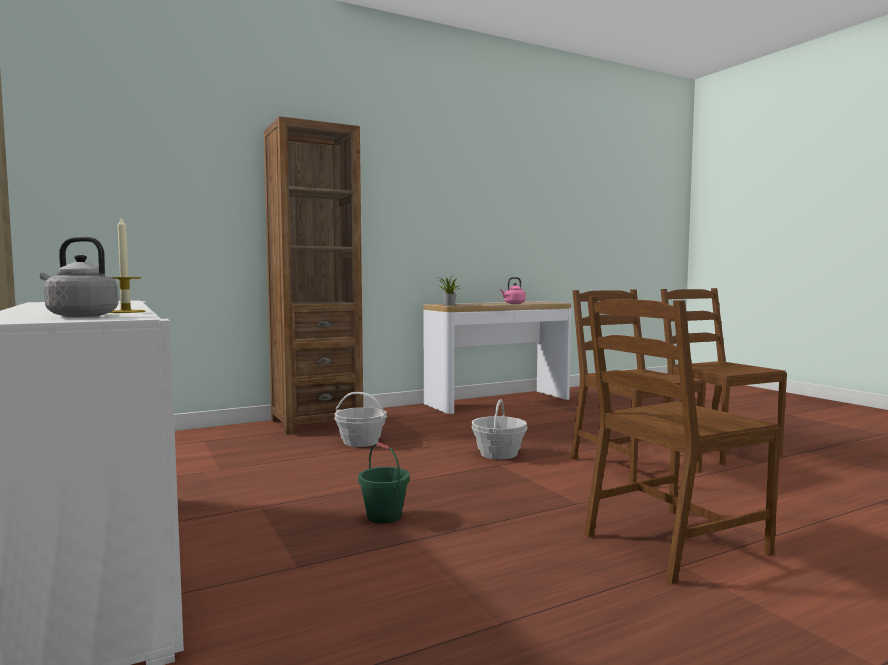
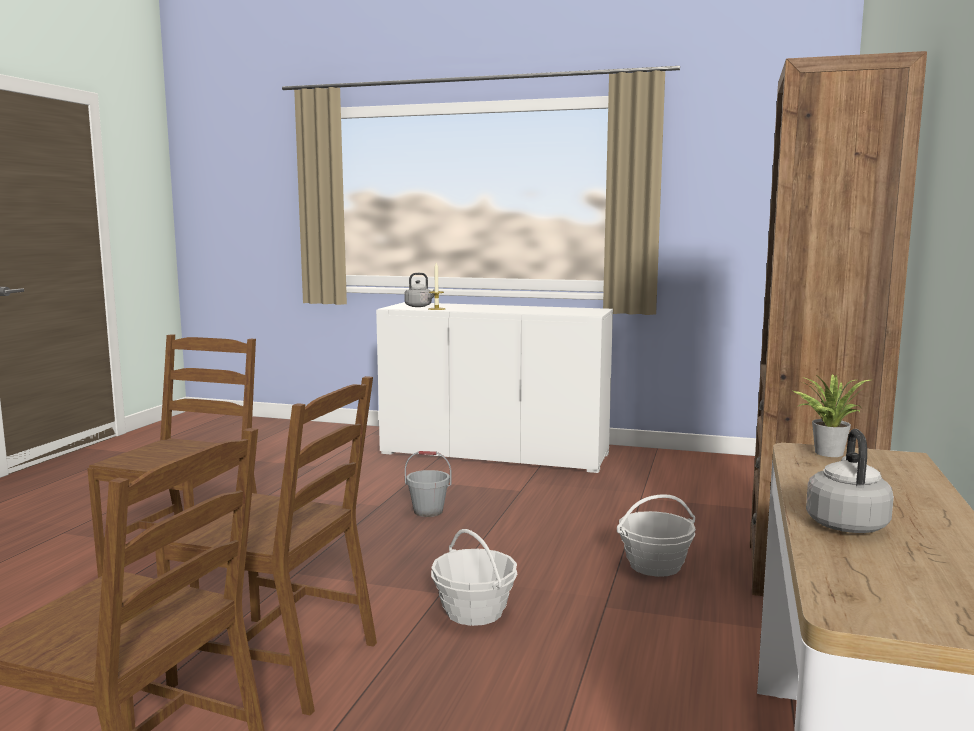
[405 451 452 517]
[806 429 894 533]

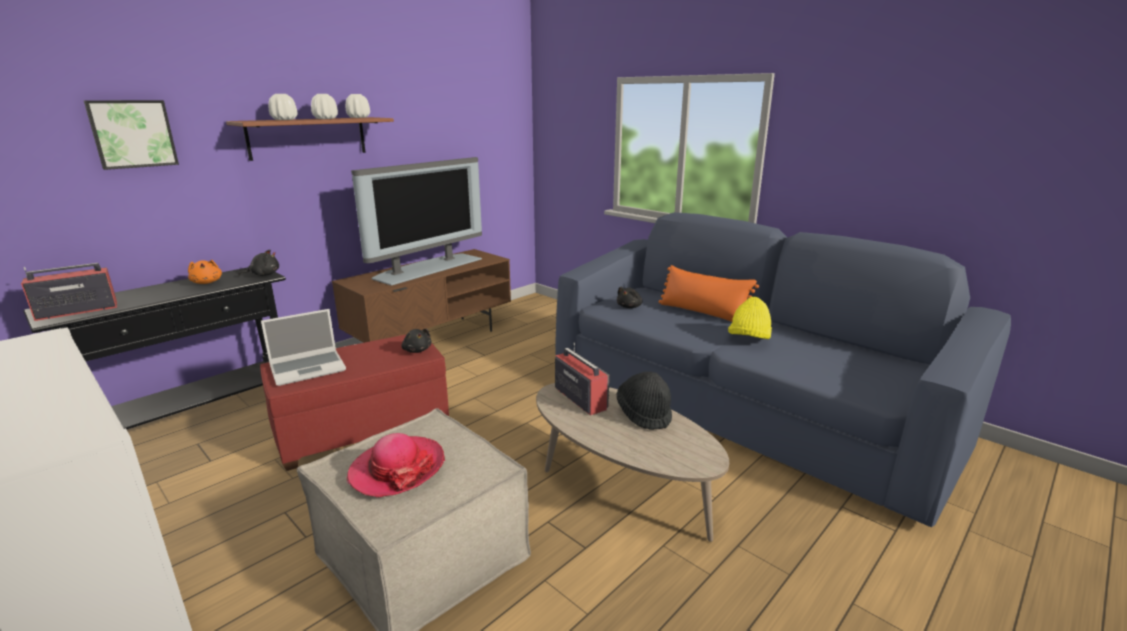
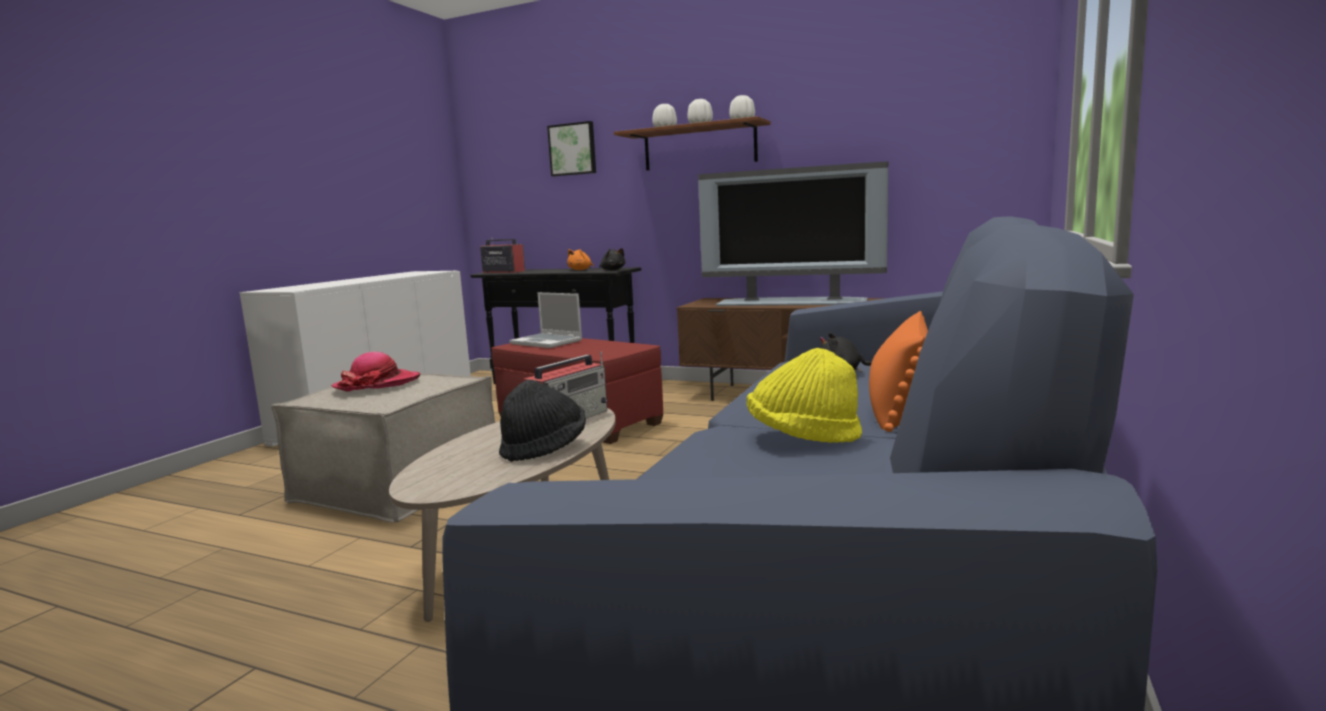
[401 329 432 353] (first image)

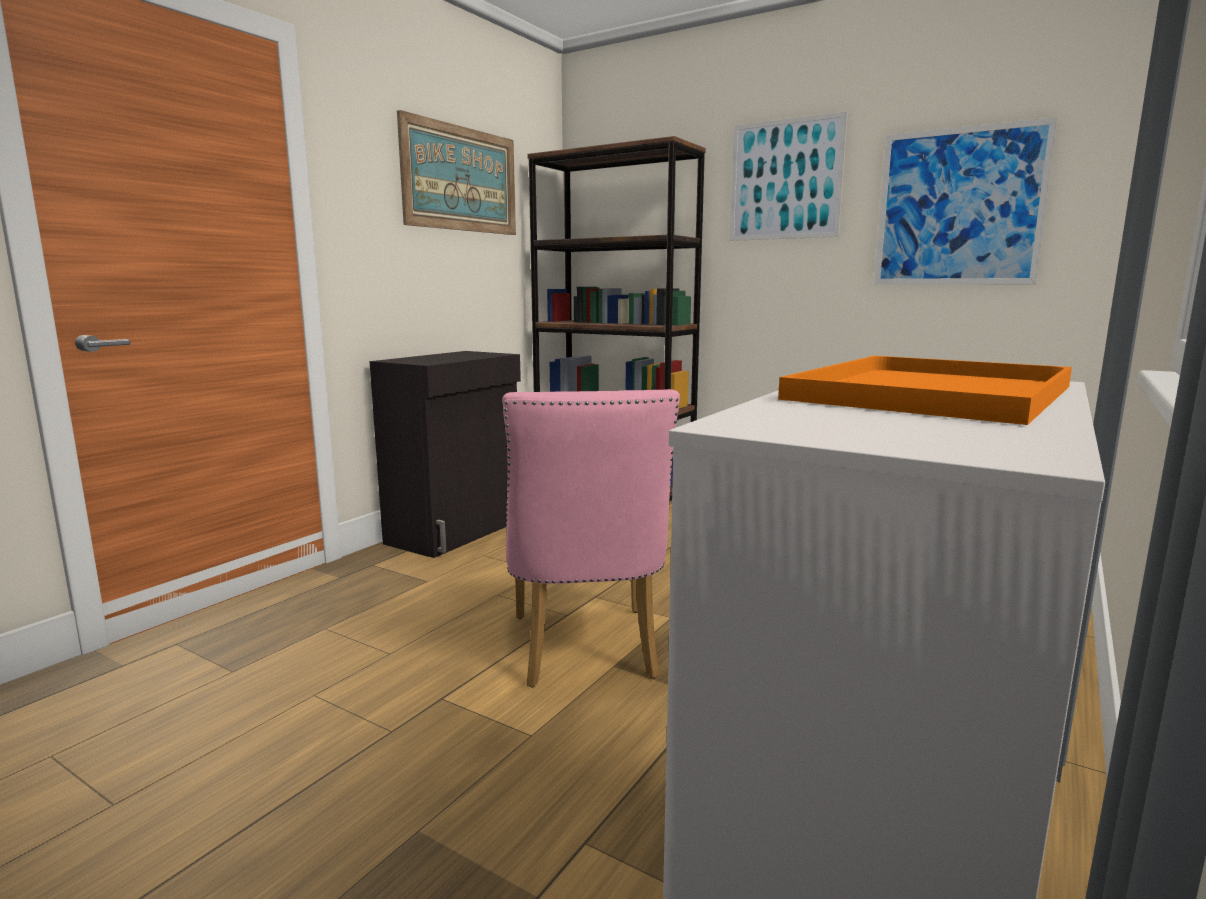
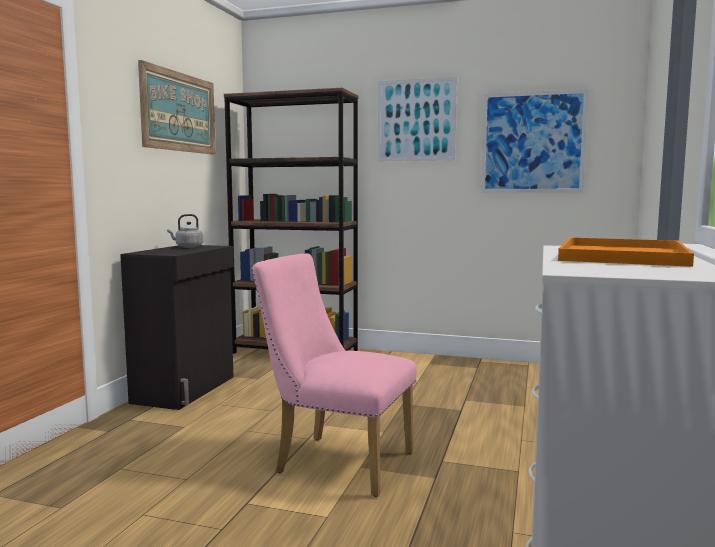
[252 254 417 497]
[167 214 203 248]

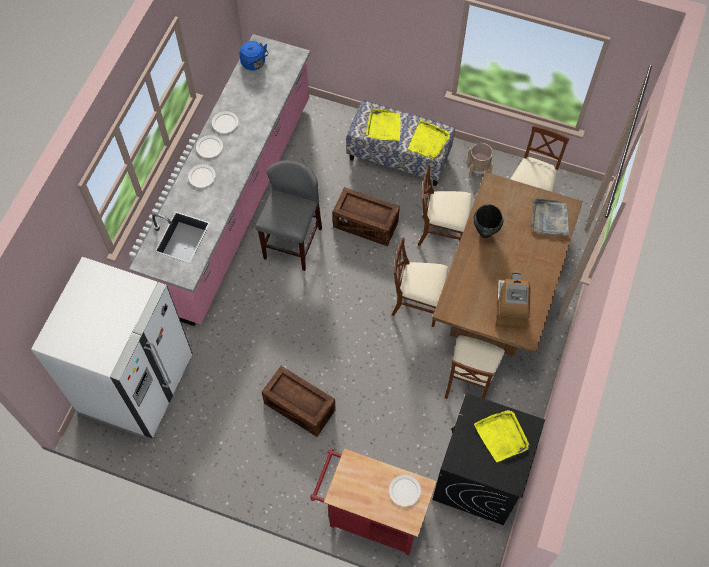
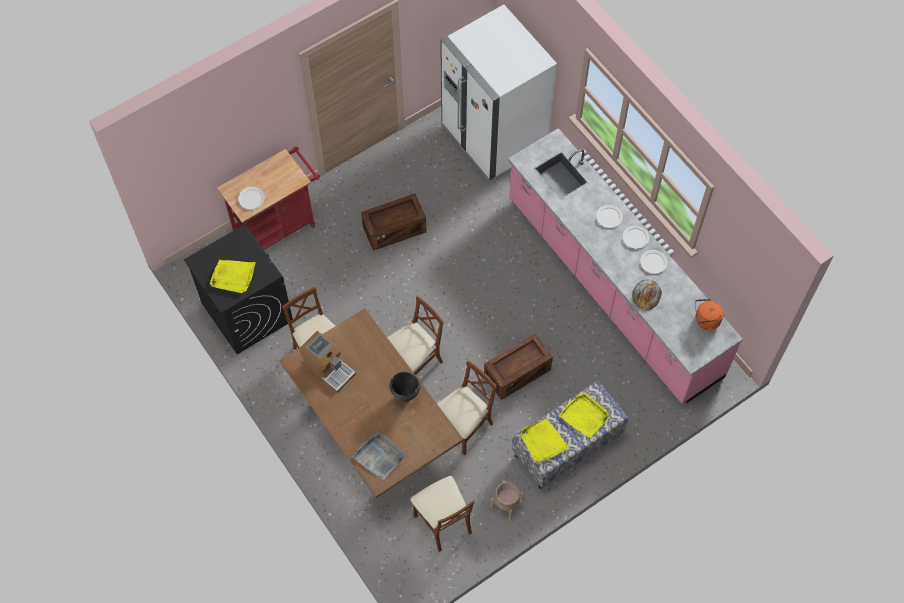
[695 299 724 332]
[255 160 322 271] (first image)
[632 279 662 310]

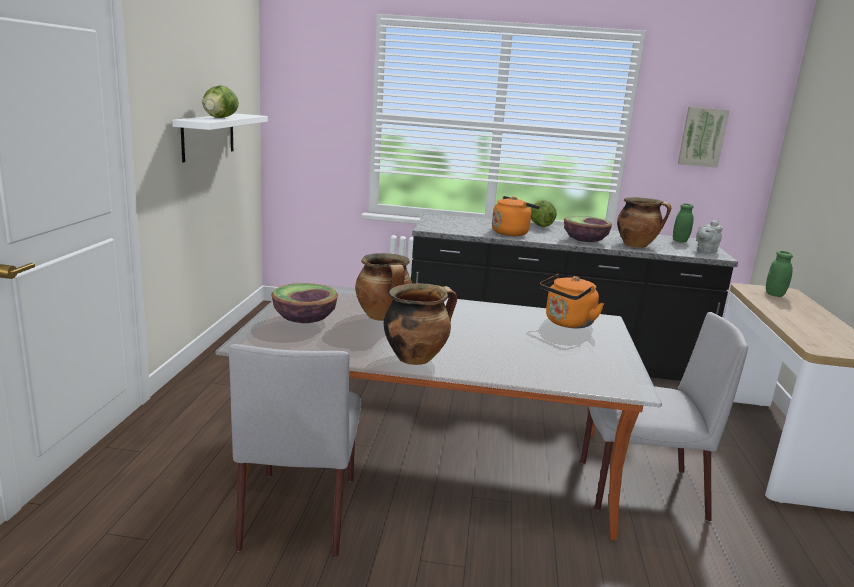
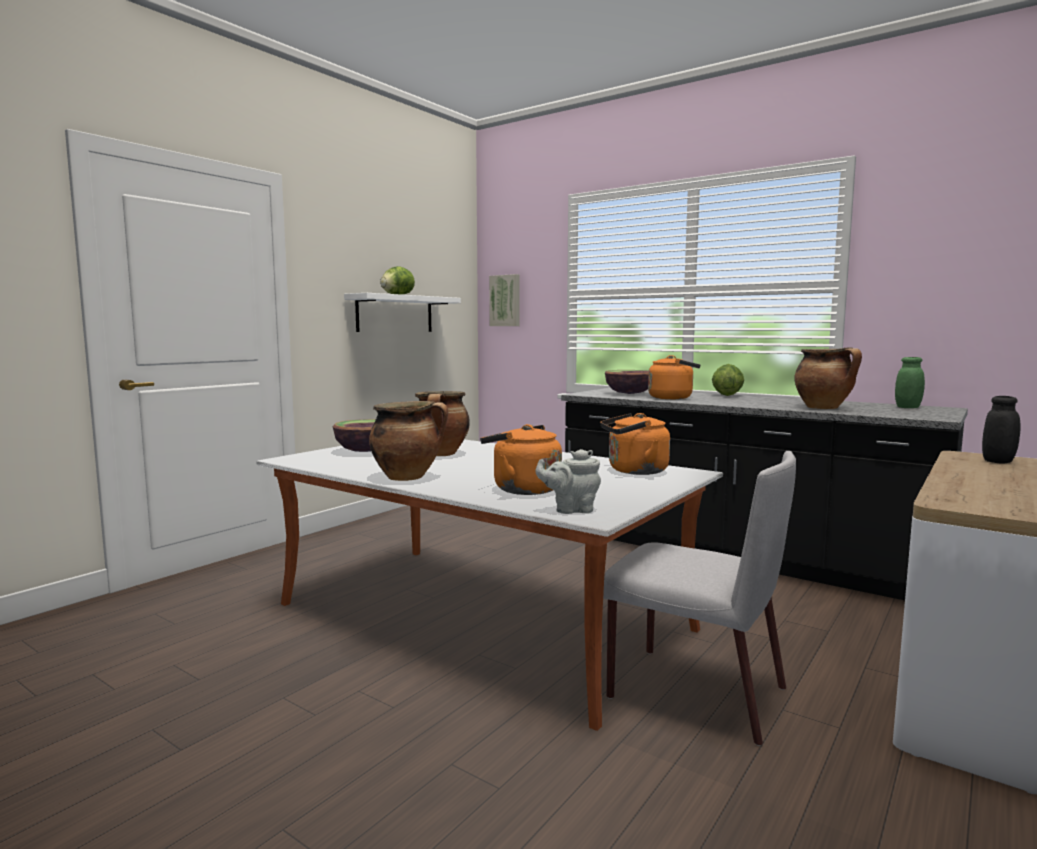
[229 344 361 557] (first image)
[605 370 649 394]
[489 274 520 326]
[535 449 601 514]
[982 396 1021 464]
[480 424 562 495]

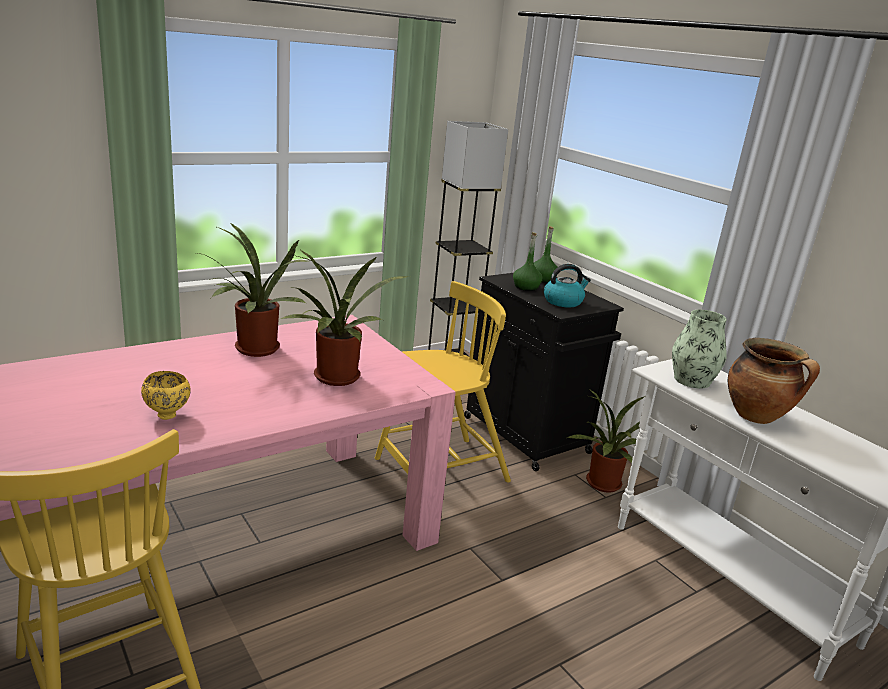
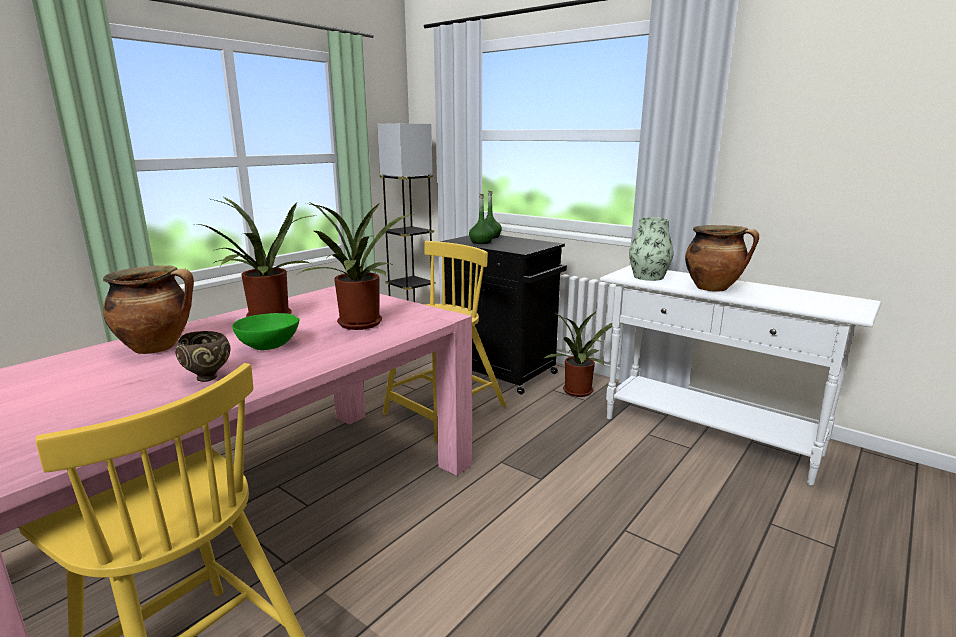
[175 331 231 382]
[544 264 591 307] (first image)
[103 265 194 354]
[232 313 299 350]

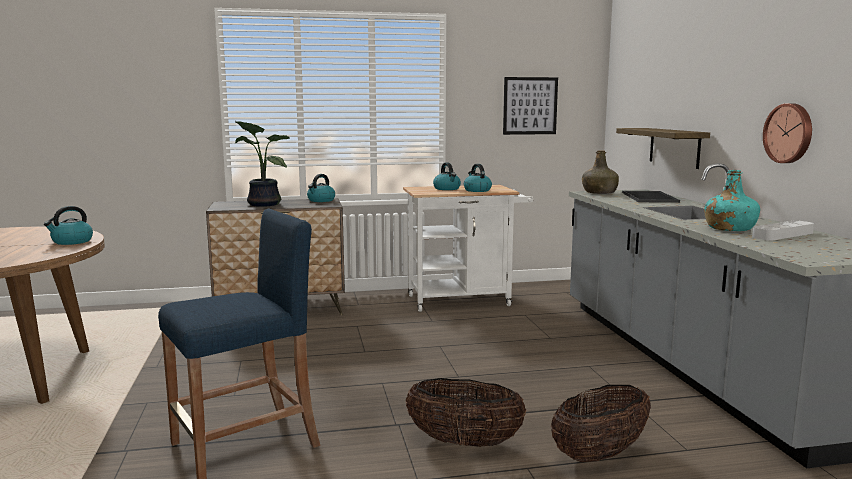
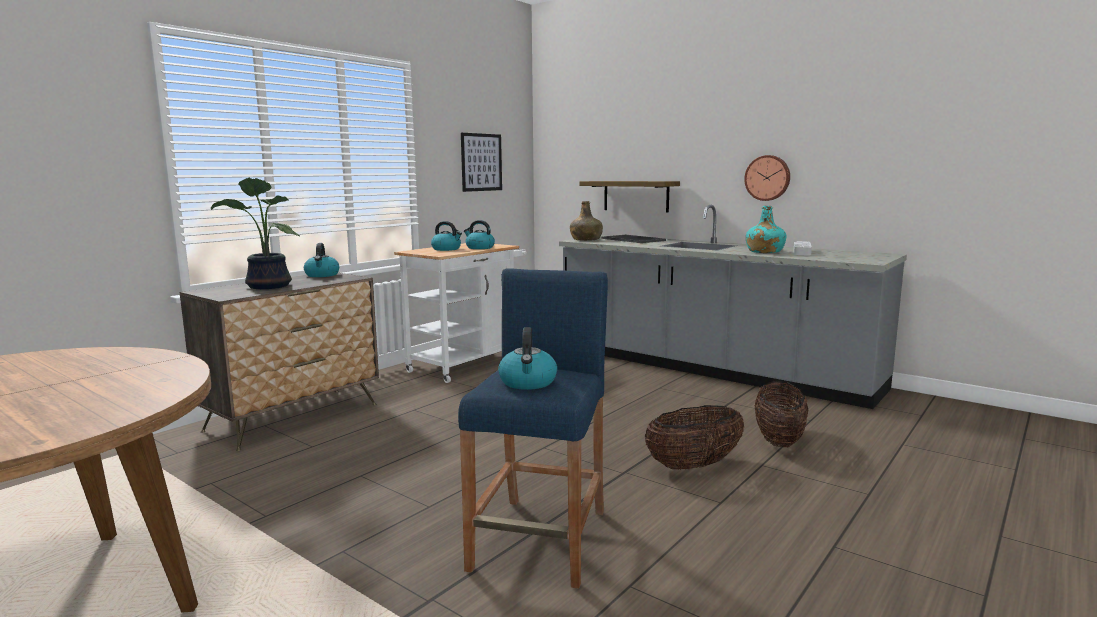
[498 327 557 390]

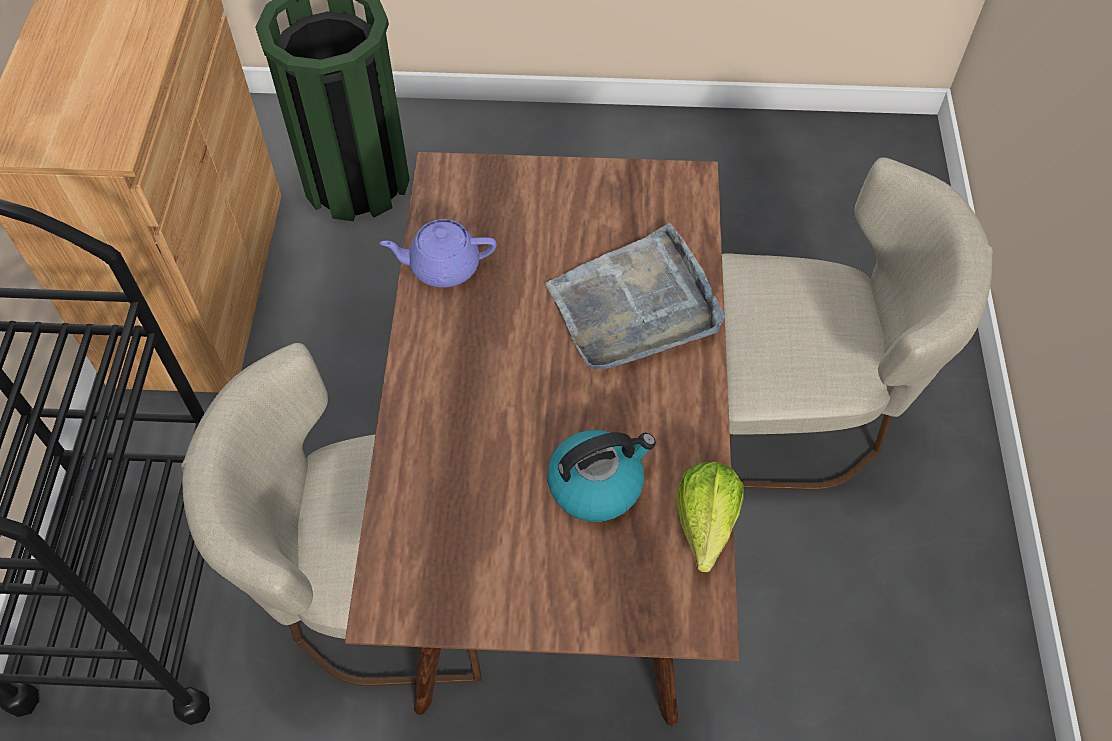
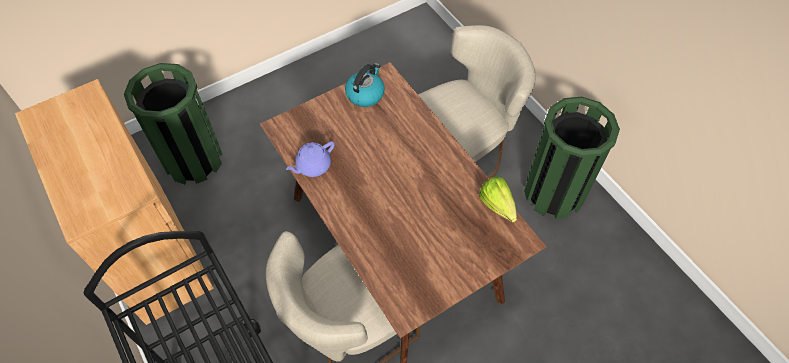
[545 223 725 369] (first image)
[345 63 385 107]
[524 97 620 219]

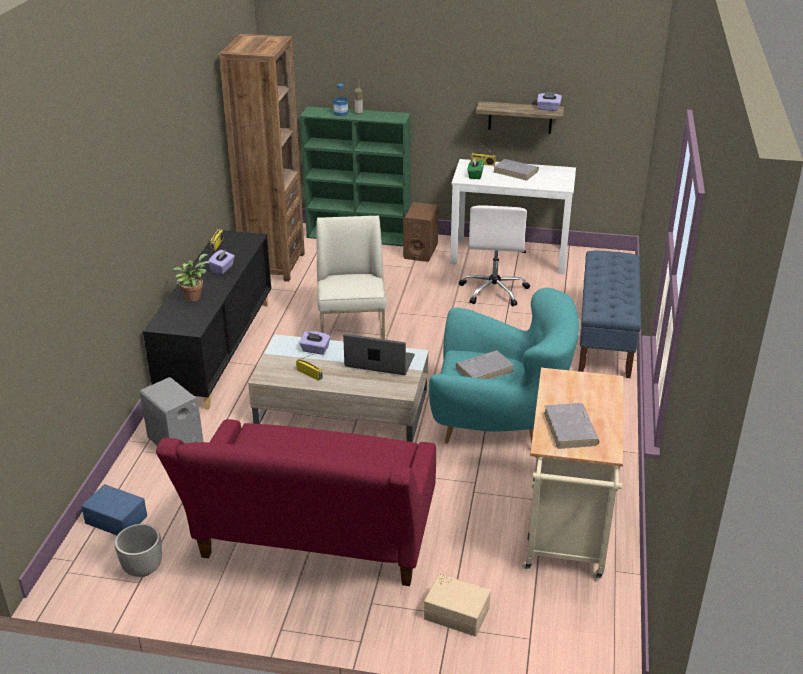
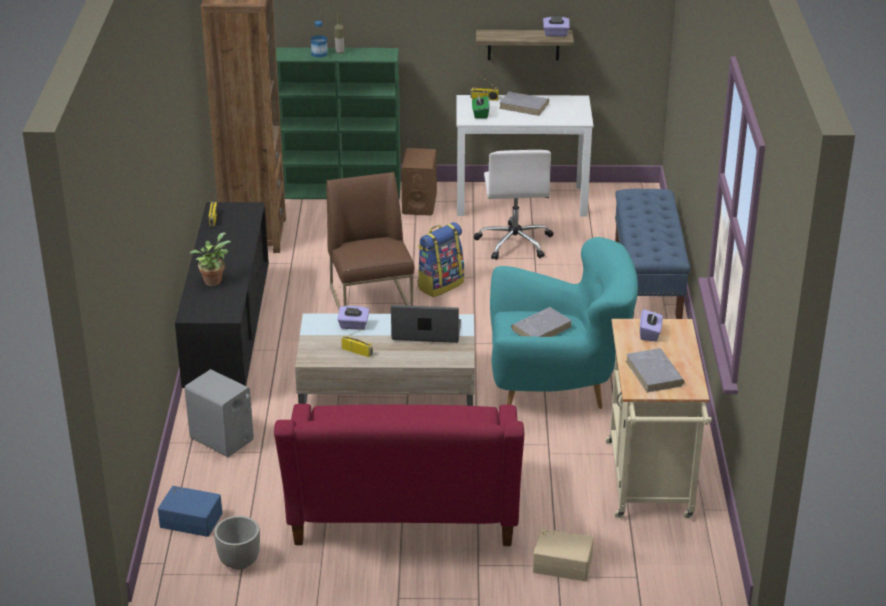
[640 309 663 341]
[326 172 414 310]
[417 222 464 297]

